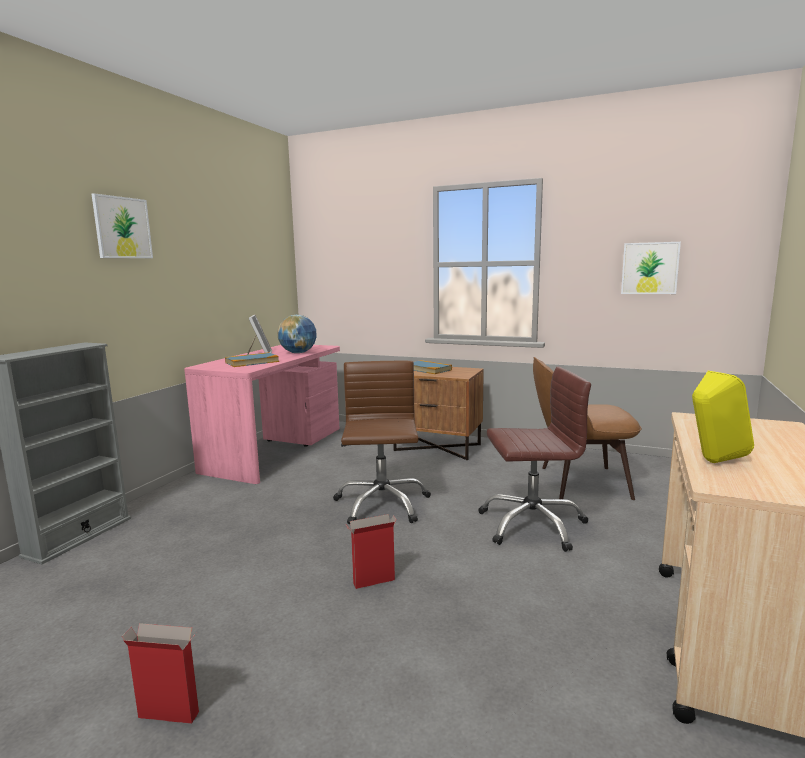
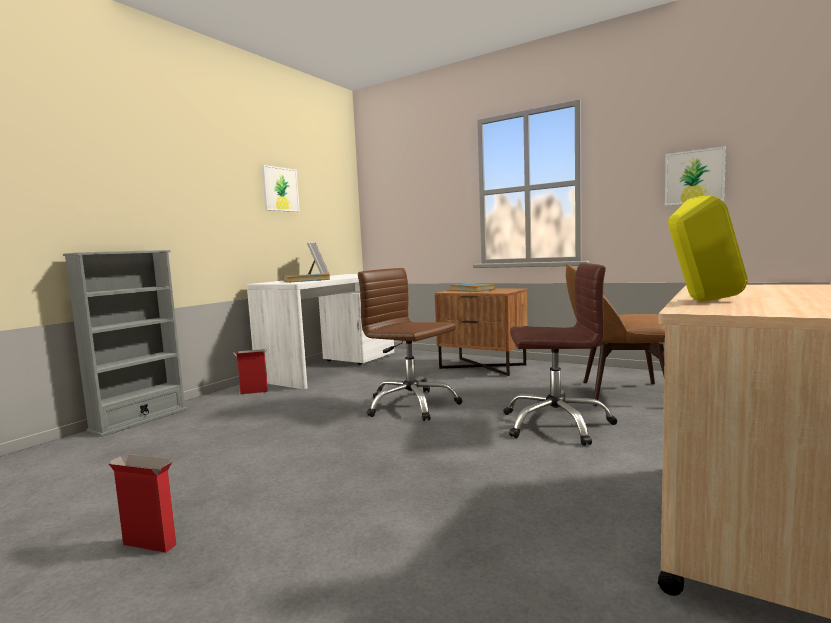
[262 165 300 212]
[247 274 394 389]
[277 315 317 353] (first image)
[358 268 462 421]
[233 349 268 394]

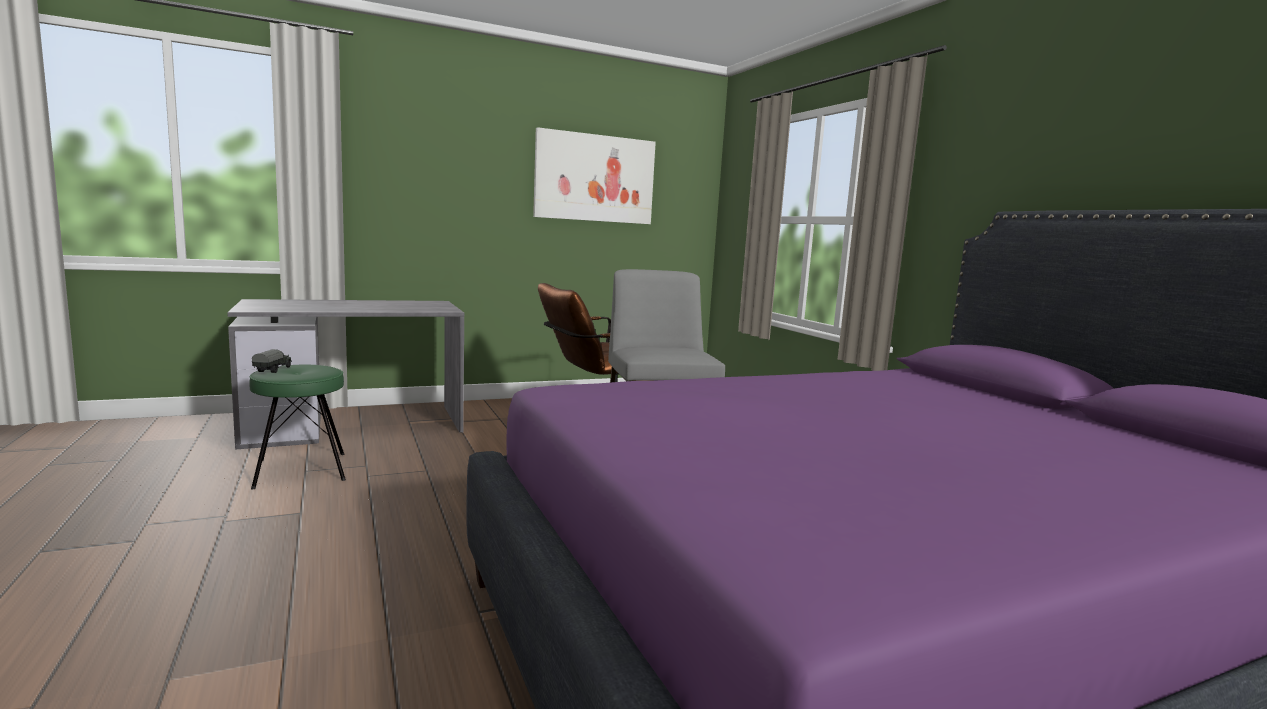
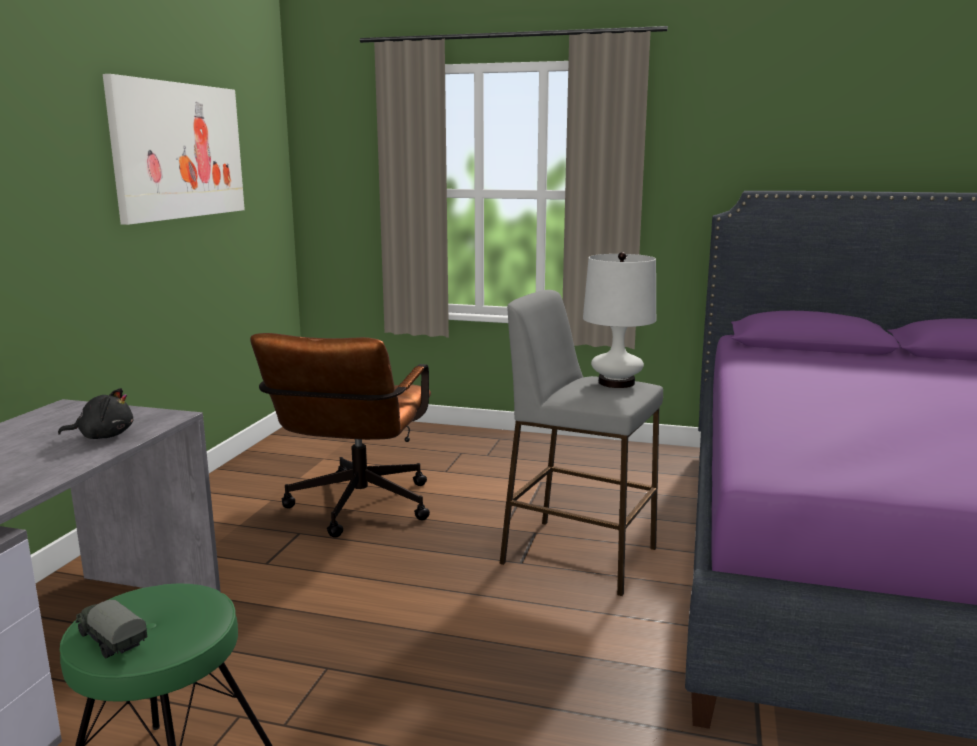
[58 388 133 439]
[583 252 656 388]

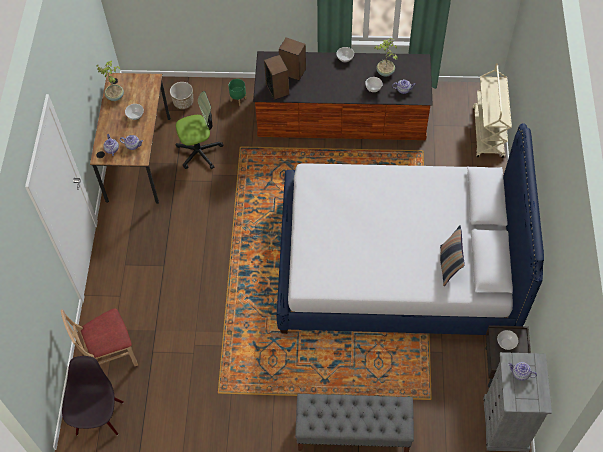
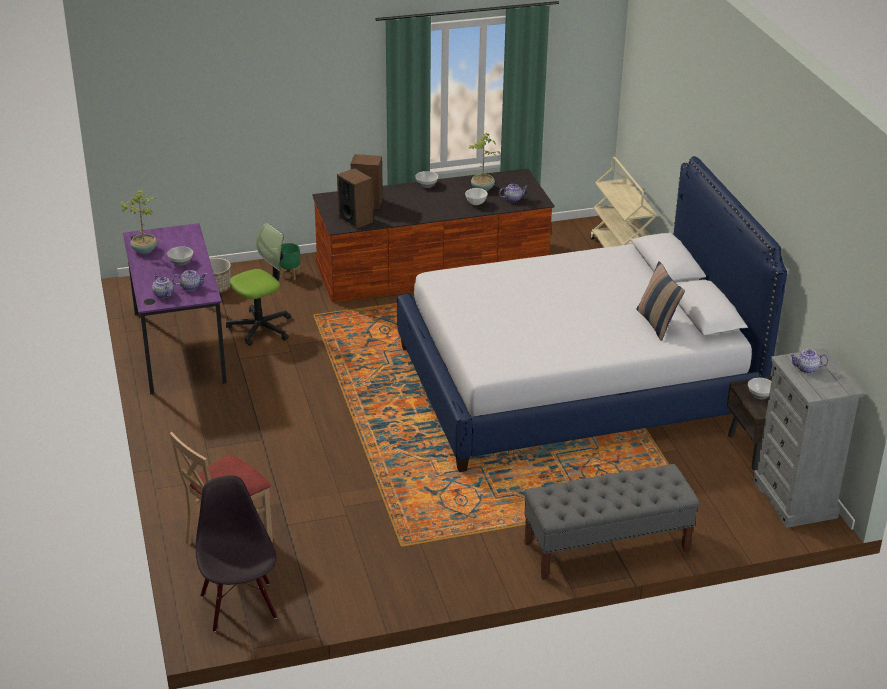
[123 223 227 395]

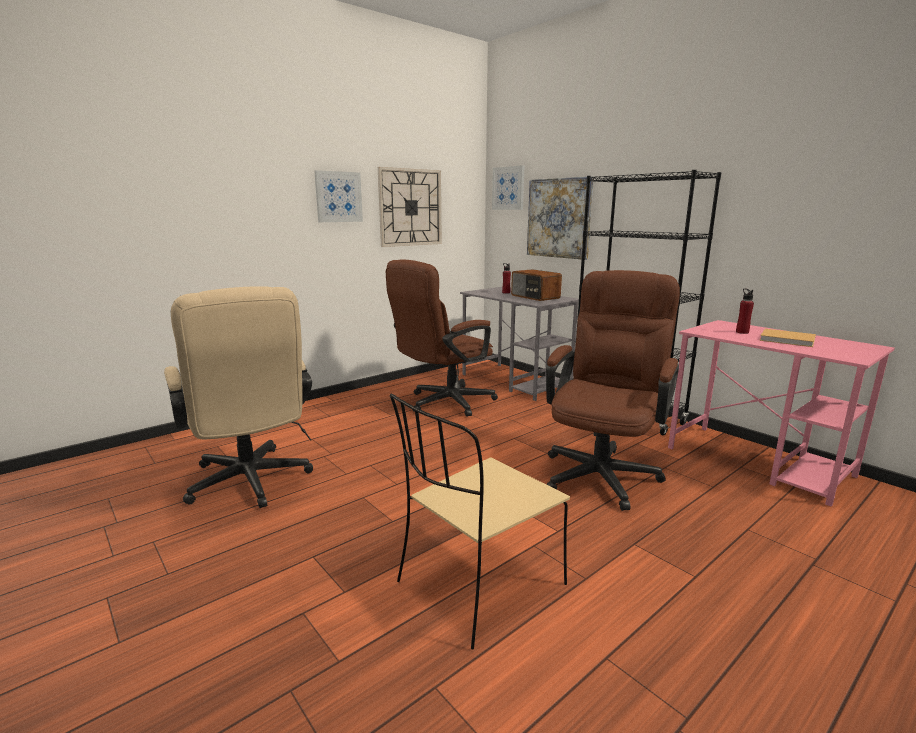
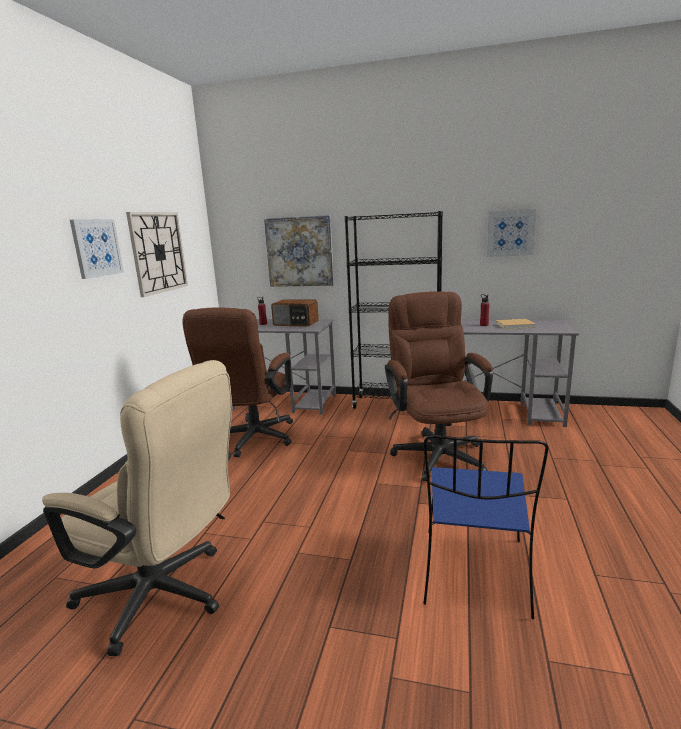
[423 435 548 619]
[487 209 536 257]
[461 319 579 427]

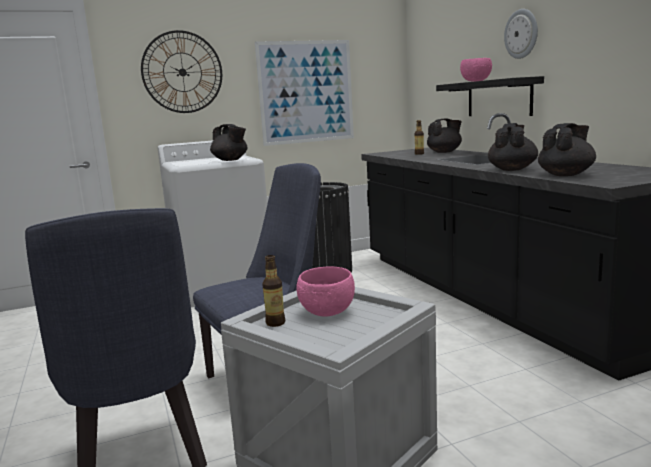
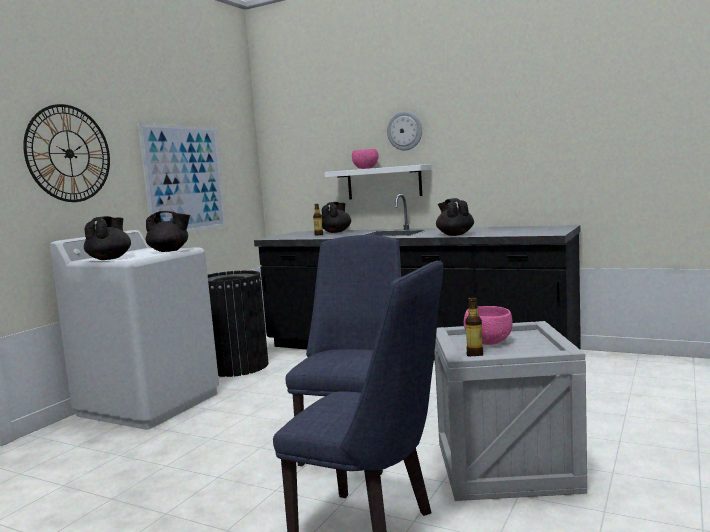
[324 164 432 199]
[84 216 131 260]

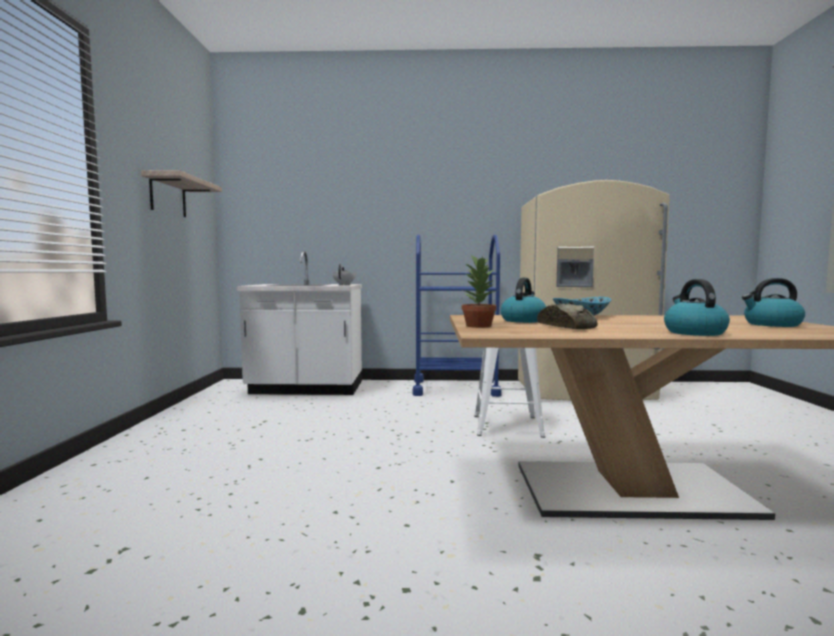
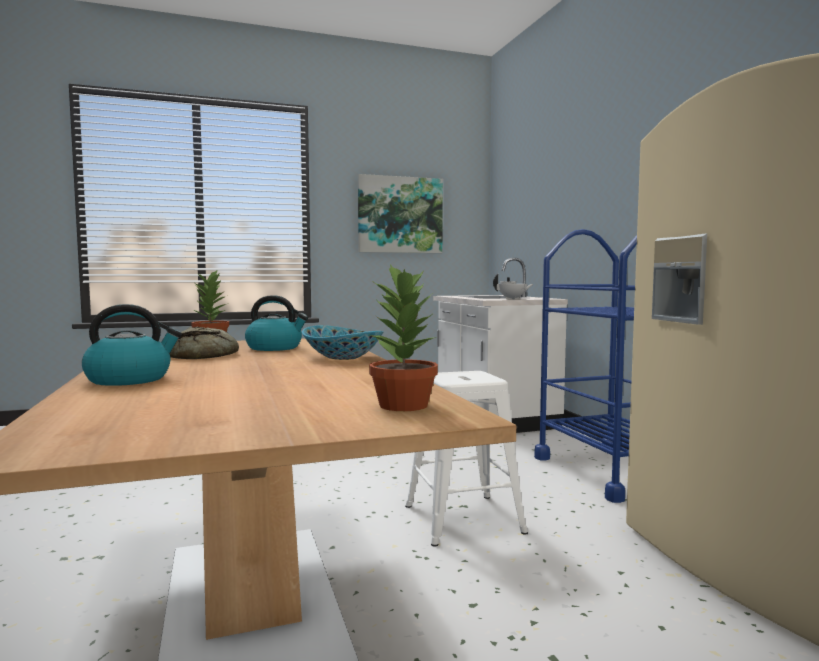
[358 174 443 253]
[742 278 805 327] (first image)
[369 264 438 411]

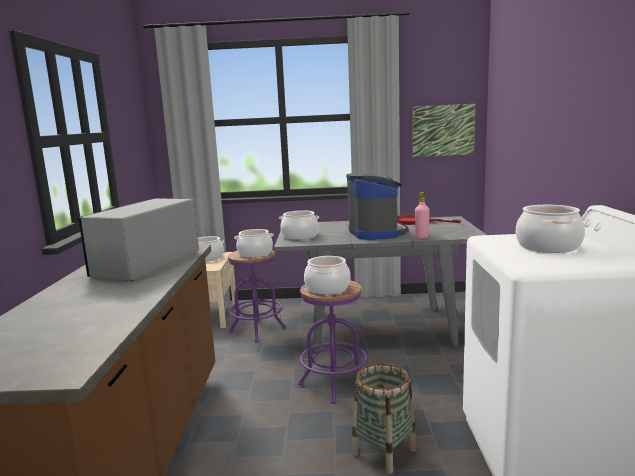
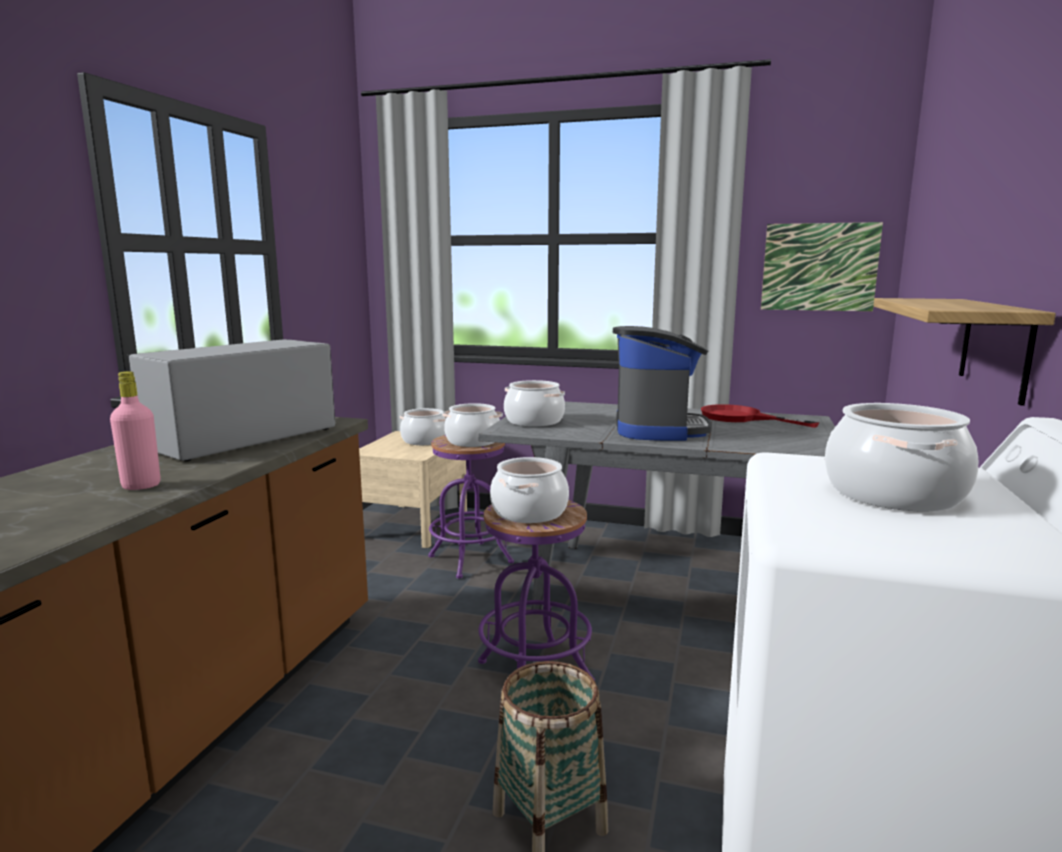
[110 371 161 490]
[874 298 1056 406]

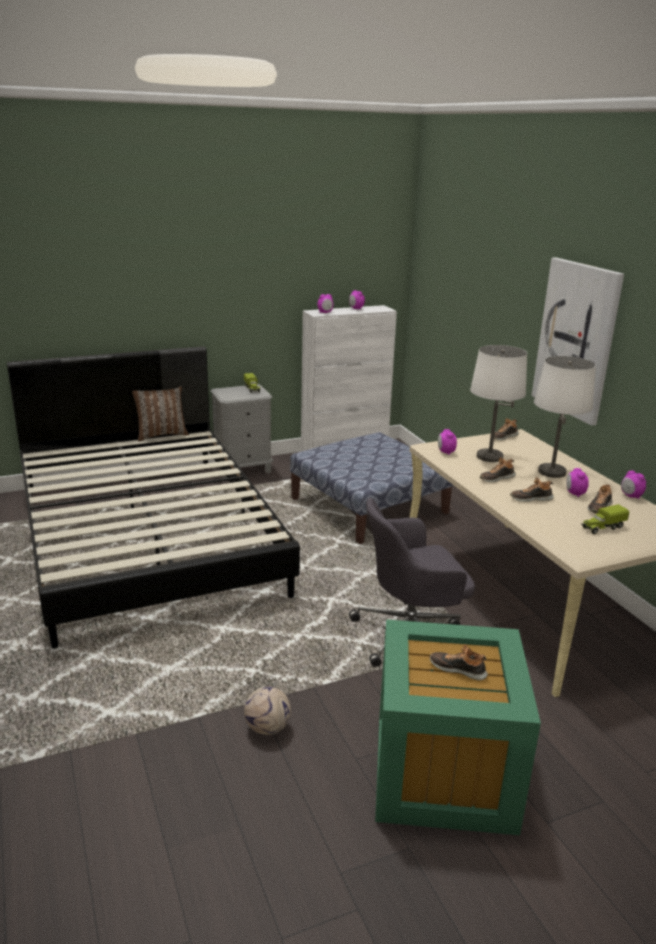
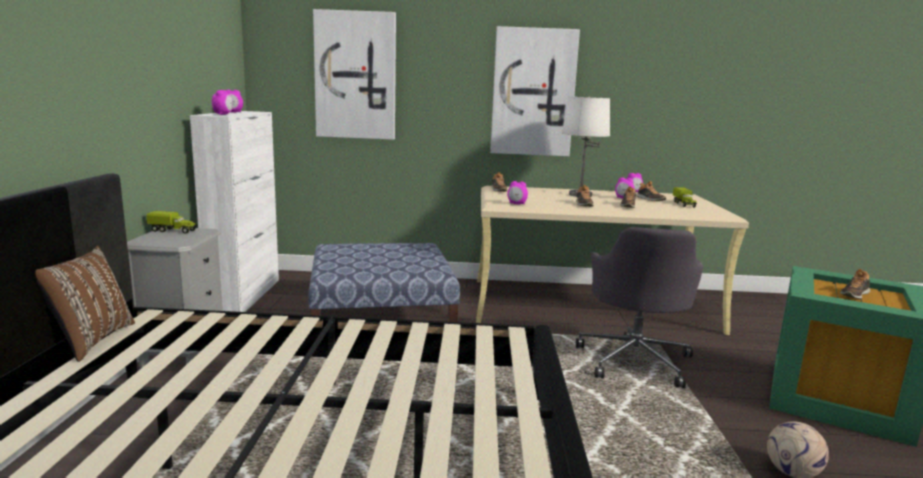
[470 345 527 462] (first image)
[313 9 396 140]

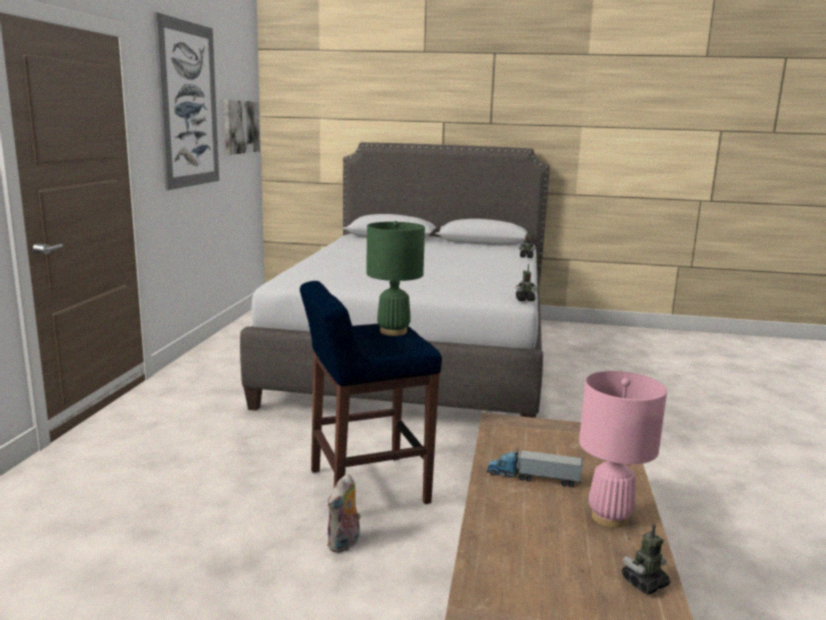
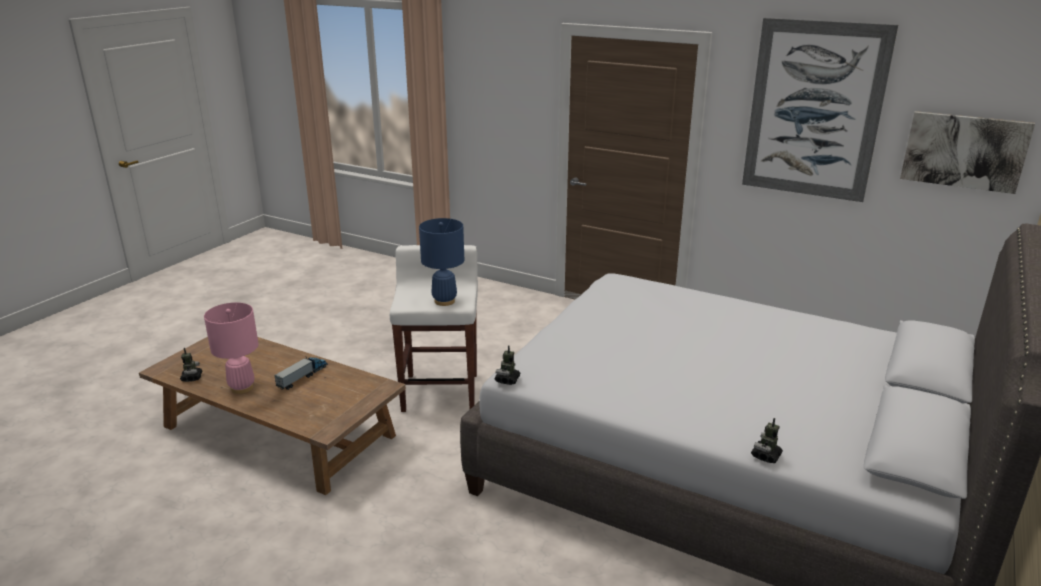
[390 245 478 412]
[327 474 361 553] (first image)
[419 218 464 306]

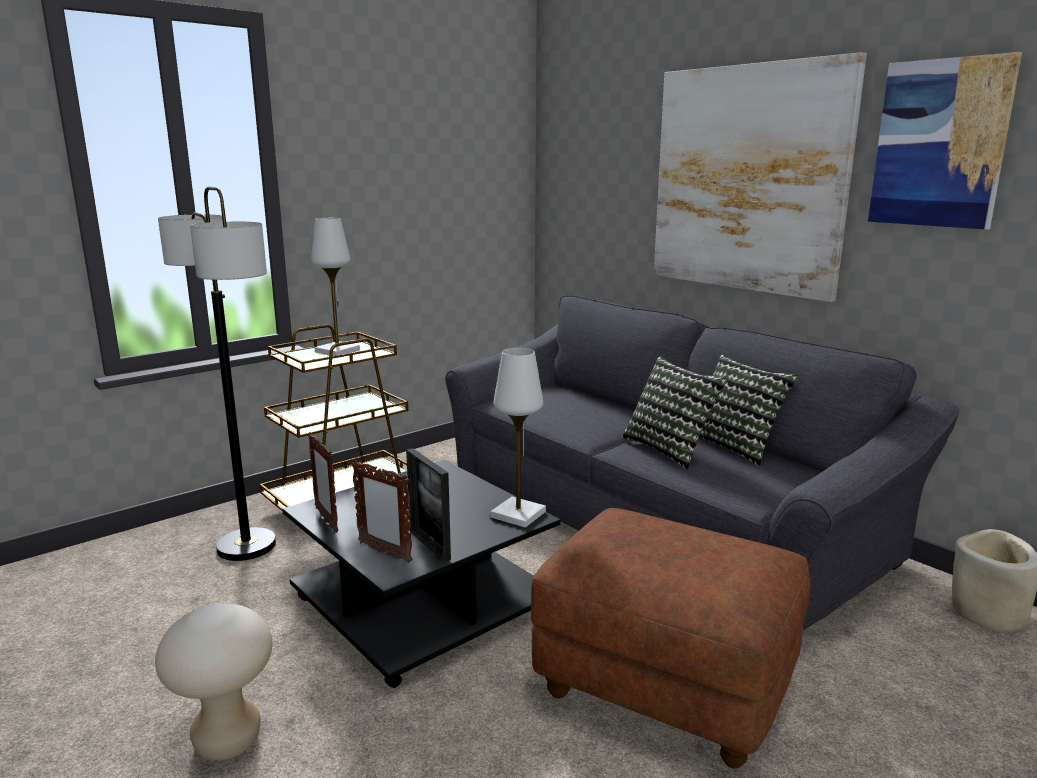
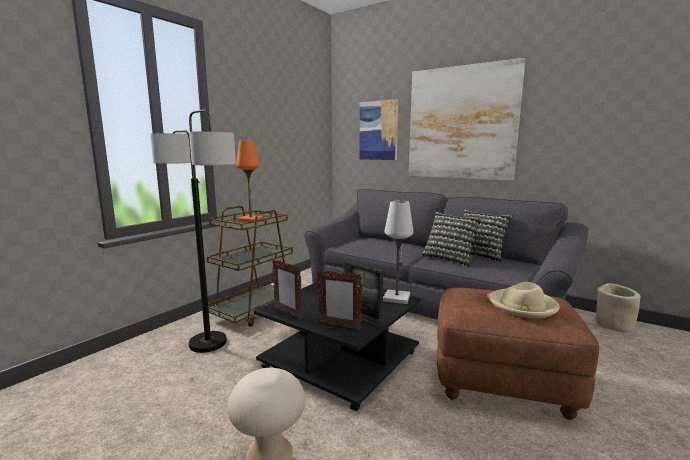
[236 141 264 222]
[359 99 399 160]
[487 282 560 318]

